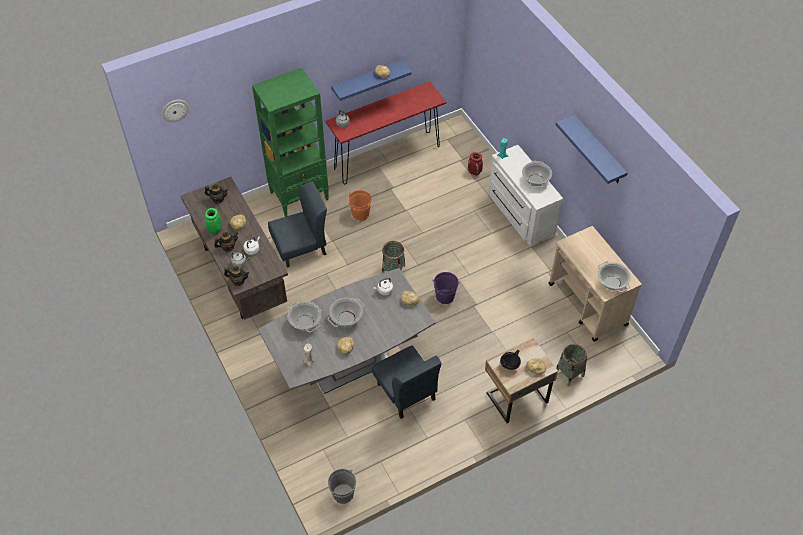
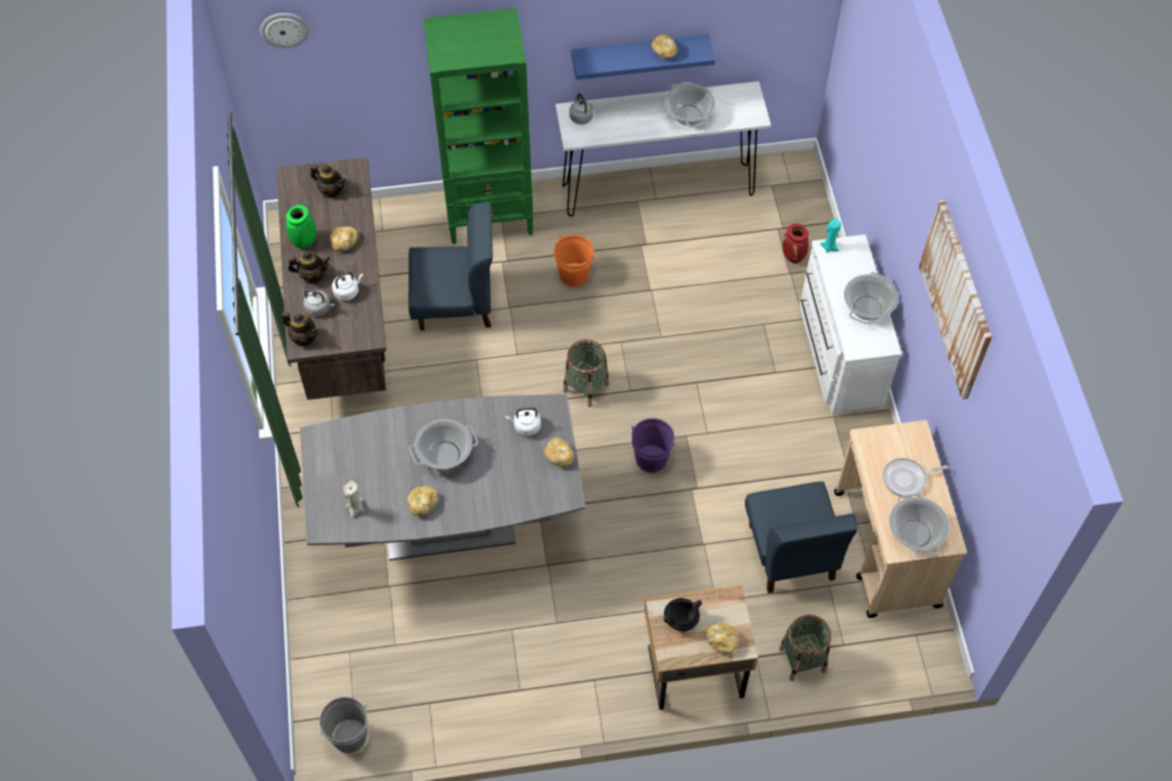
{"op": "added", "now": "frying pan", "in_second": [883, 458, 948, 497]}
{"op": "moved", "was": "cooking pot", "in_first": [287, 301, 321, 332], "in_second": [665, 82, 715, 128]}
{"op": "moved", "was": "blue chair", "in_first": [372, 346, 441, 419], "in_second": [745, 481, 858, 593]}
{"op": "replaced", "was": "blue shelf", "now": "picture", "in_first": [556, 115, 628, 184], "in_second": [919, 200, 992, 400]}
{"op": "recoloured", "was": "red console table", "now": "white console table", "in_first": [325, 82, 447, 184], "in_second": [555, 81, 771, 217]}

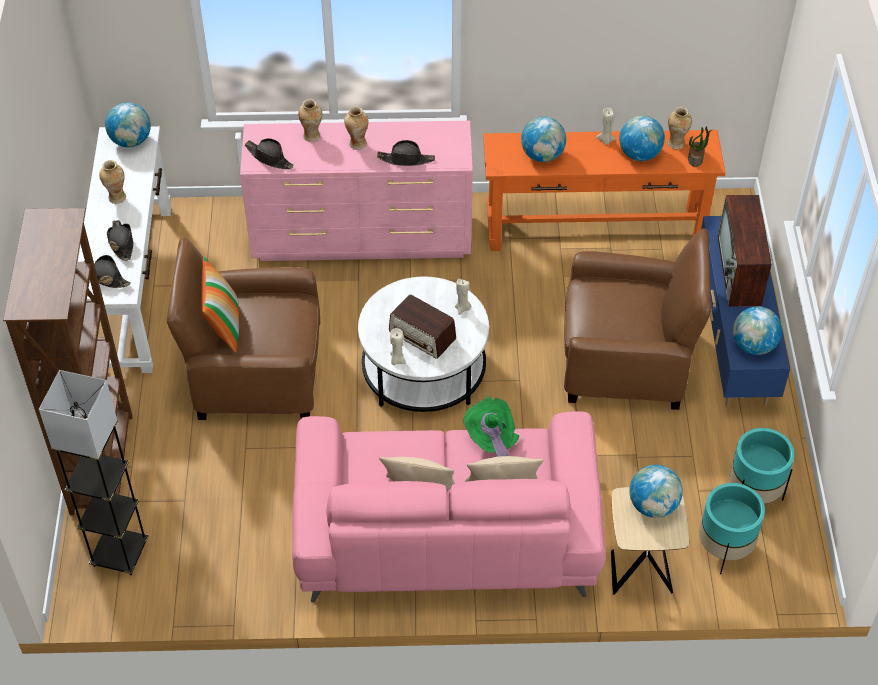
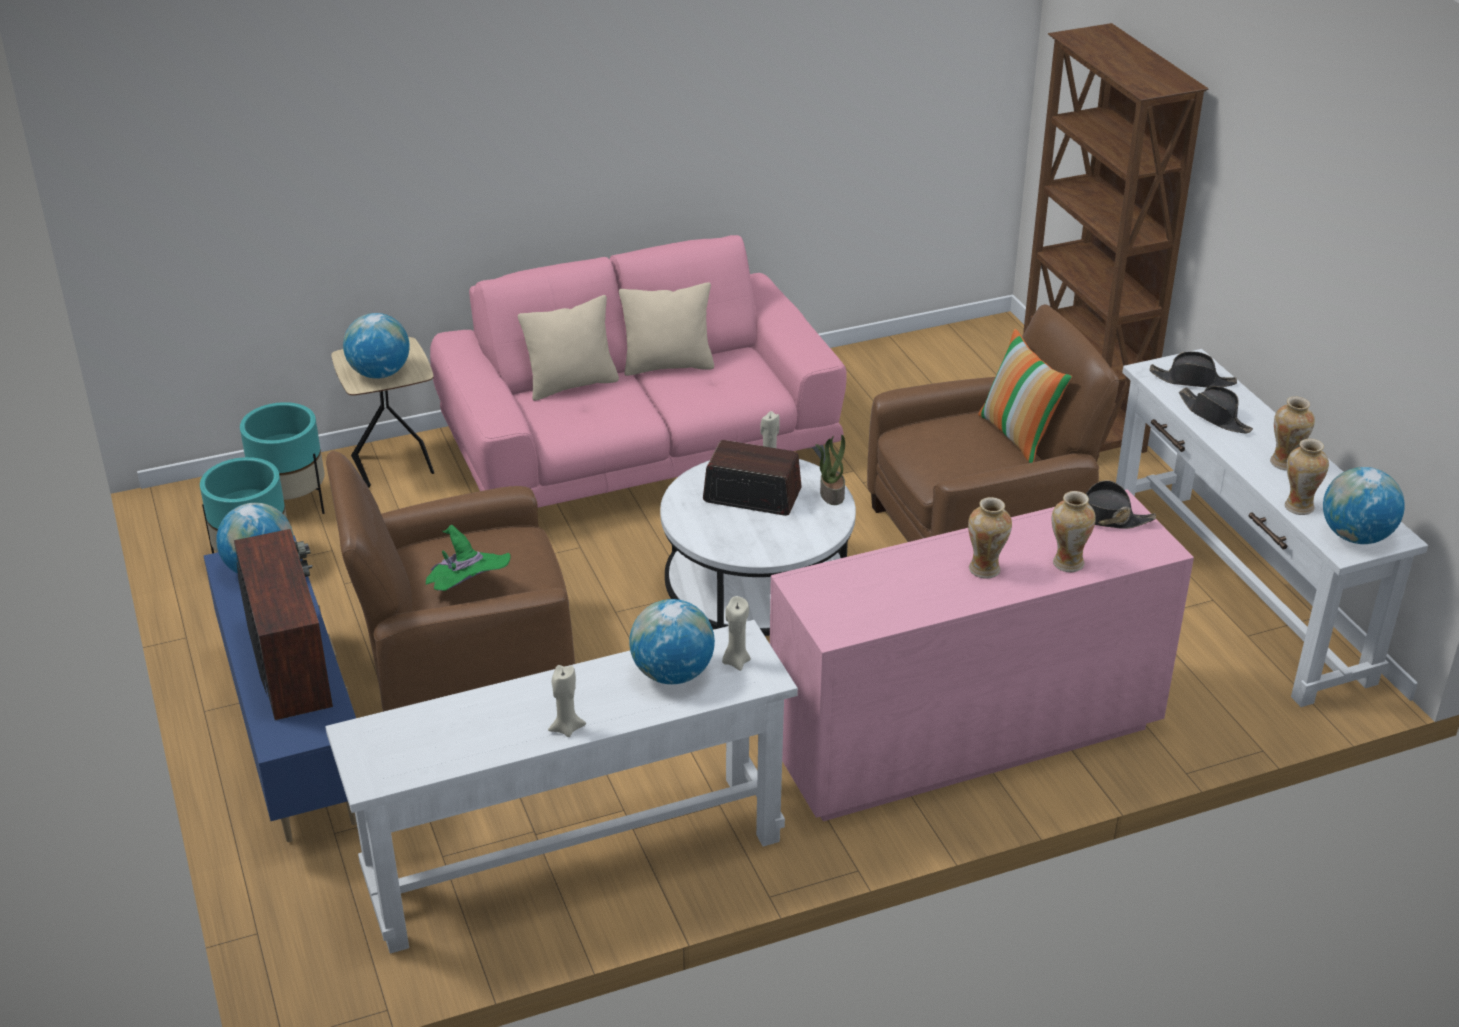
{"op": "removed", "was": "grey floor lamp", "in_first": [39, 370, 149, 575]}
{"op": "removed", "was": "black hat", "in_first": [377, 140, 435, 166]}
{"op": "removed", "was": "globe", "in_first": [619, 116, 665, 161]}
{"op": "moved", "was": "beige candle", "in_first": [455, 279, 471, 315], "in_second": [722, 596, 751, 671]}
{"op": "moved", "was": "green hat", "in_first": [463, 396, 519, 457], "in_second": [426, 525, 511, 591]}
{"op": "moved", "was": "vase", "in_first": [668, 107, 692, 149], "in_second": [1285, 439, 1329, 515]}
{"op": "moved", "was": "potted plant", "in_first": [688, 126, 712, 167], "in_second": [816, 435, 845, 505]}
{"op": "recoloured", "was": "orange console table", "now": "white console table", "in_first": [483, 130, 726, 251], "in_second": [325, 620, 798, 954]}

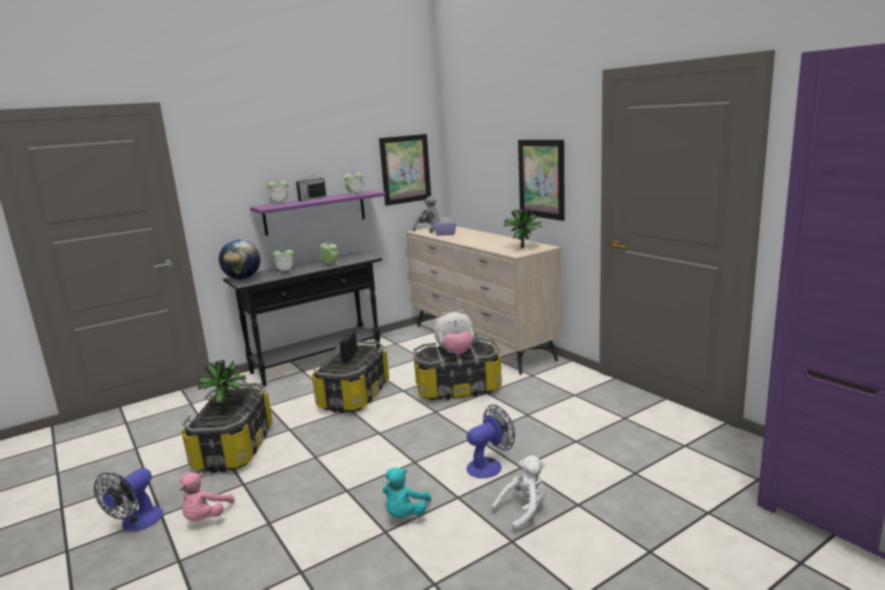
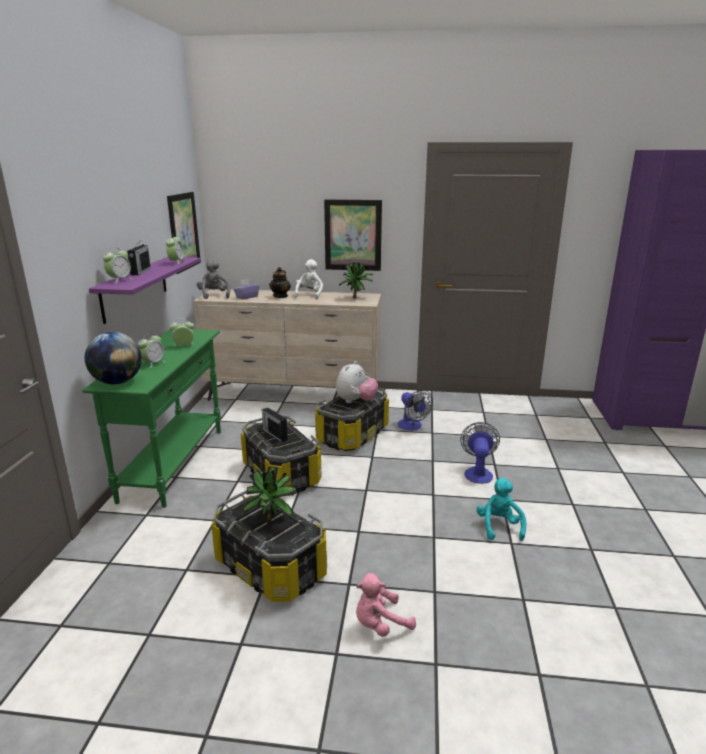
{"op": "added", "now": "teapot", "in_second": [269, 267, 291, 298]}
{"op": "moved", "was": "fan", "in_first": [94, 468, 163, 532], "in_second": [398, 390, 433, 431]}
{"op": "moved", "was": "white plush toy", "in_first": [491, 455, 546, 532], "in_second": [294, 259, 323, 300]}
{"op": "recoloured", "was": "black console table", "now": "green console table", "in_first": [223, 251, 382, 386], "in_second": [82, 329, 221, 508]}
{"op": "turned", "was": "pink plush toy", "in_first": [179, 472, 235, 521], "in_second": [356, 573, 416, 637], "clockwise": 105}
{"op": "turned", "was": "turquoise plush toy", "in_first": [383, 467, 432, 518], "in_second": [476, 478, 526, 541], "clockwise": -150}

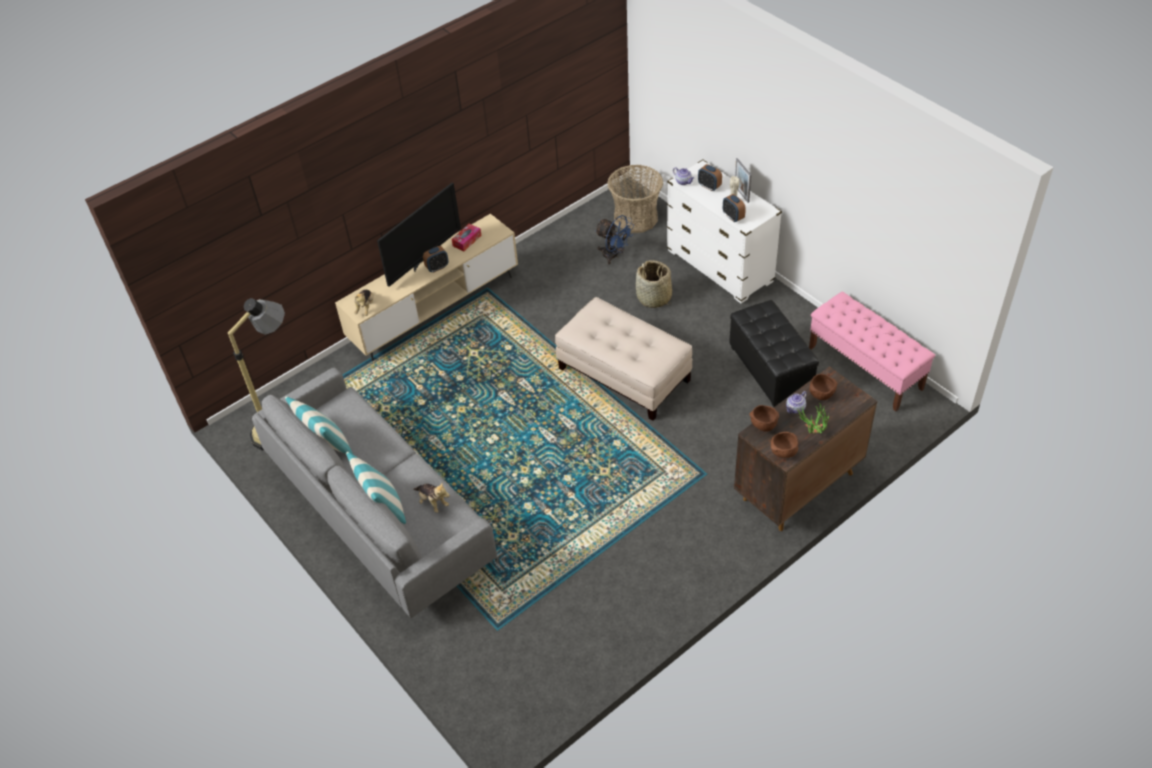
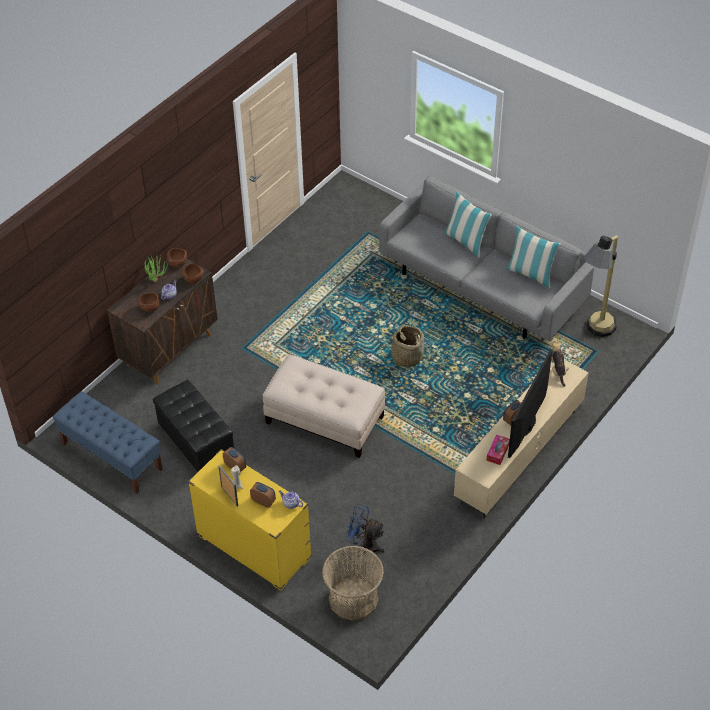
{"op": "removed", "was": "plush toy", "in_first": [413, 482, 450, 513]}
{"op": "moved", "was": "basket", "in_first": [636, 260, 672, 308], "in_second": [390, 325, 424, 367]}
{"op": "recoloured", "was": "white dresser", "now": "yellow dresser", "in_first": [667, 160, 782, 304], "in_second": [188, 449, 312, 591]}
{"op": "recoloured", "was": "pink bench", "now": "blue bench", "in_first": [809, 292, 935, 411], "in_second": [53, 391, 163, 494]}

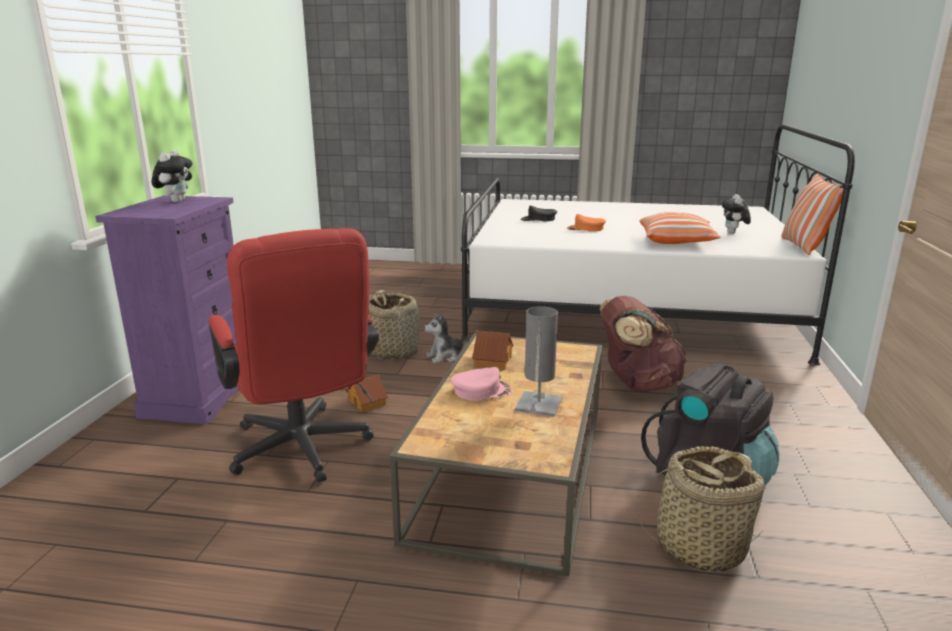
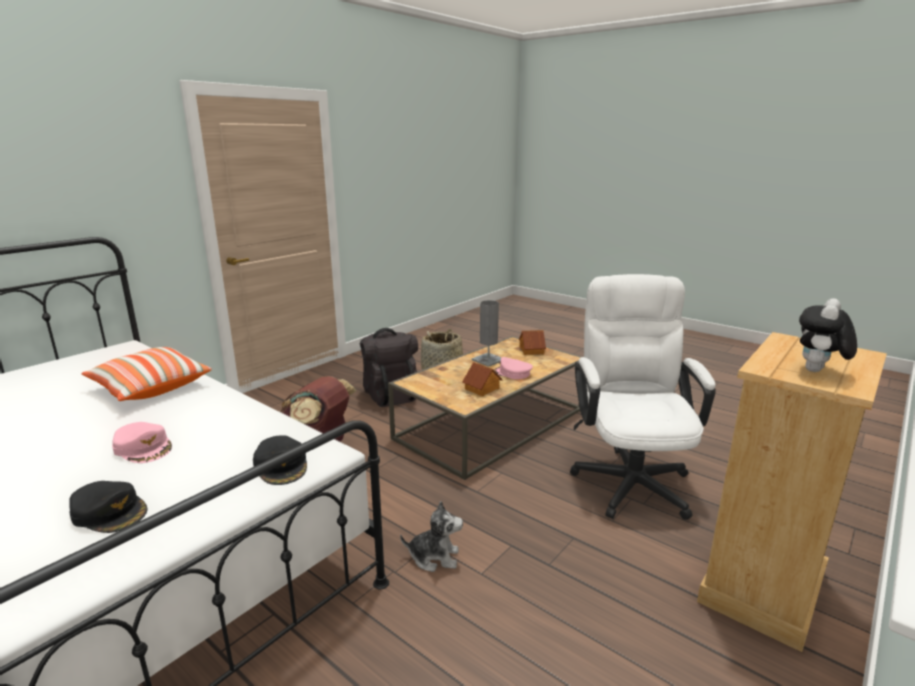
{"op": "removed", "was": "basket", "in_first": [368, 290, 420, 360]}
{"op": "removed", "was": "plush toy", "in_first": [722, 194, 751, 234]}
{"op": "removed", "was": "pillow", "in_first": [782, 173, 844, 255]}
{"op": "added", "now": "black cap", "in_second": [253, 435, 307, 485]}
{"op": "moved", "was": "toy house", "in_first": [346, 374, 388, 412], "in_second": [519, 330, 546, 355]}
{"op": "recoloured", "was": "purple dresser", "now": "beige dresser", "in_first": [95, 195, 239, 424], "in_second": [697, 332, 887, 652]}
{"op": "recoloured", "was": "red office chair", "now": "white office chair", "in_first": [209, 228, 379, 482], "in_second": [570, 274, 716, 520]}
{"op": "recoloured", "was": "orange cap", "now": "pink cap", "in_first": [567, 214, 606, 232], "in_second": [112, 422, 172, 463]}

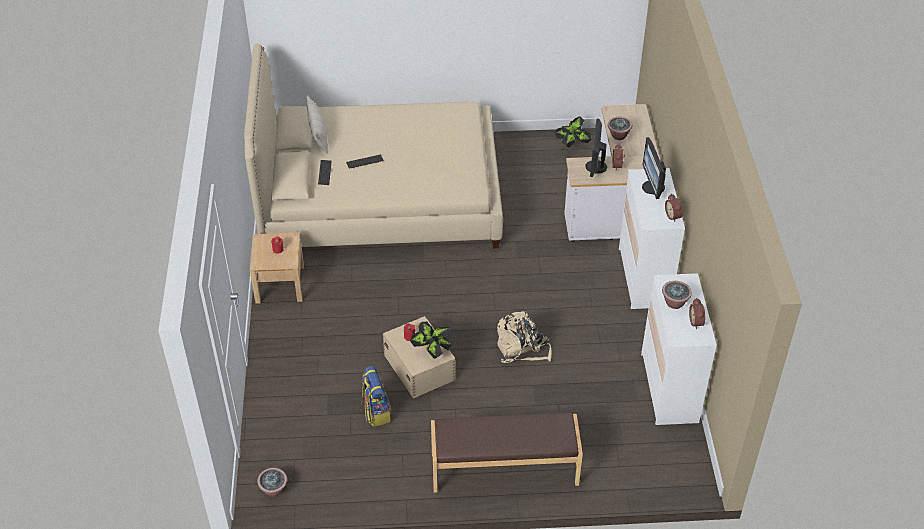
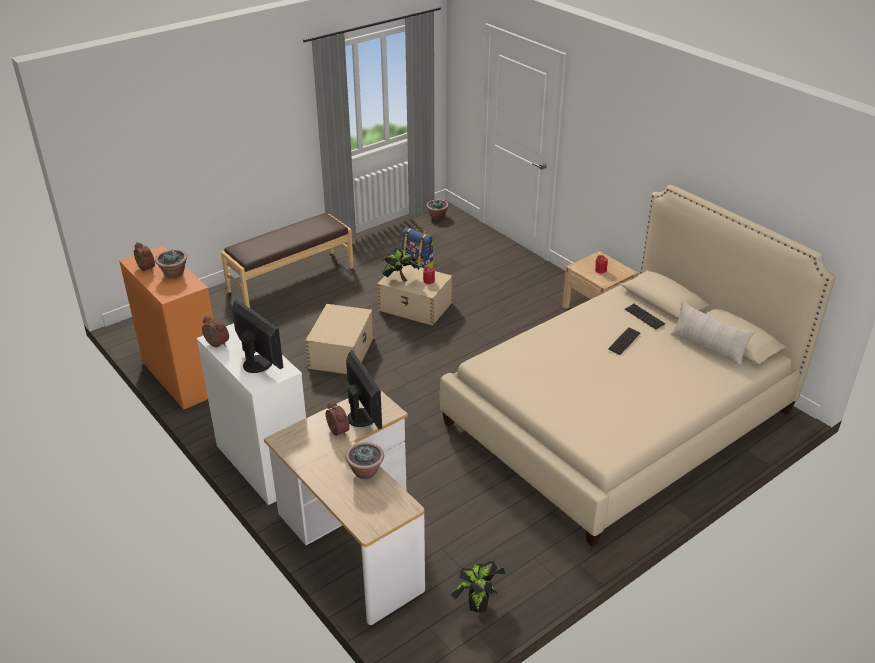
{"op": "replaced", "was": "beige backpack", "now": "beige storage box", "in_first": [497, 311, 551, 363], "in_second": [305, 304, 374, 374]}
{"op": "recoloured", "was": "white dresser", "now": "orange dresser", "in_first": [641, 273, 717, 425], "in_second": [119, 246, 213, 410]}

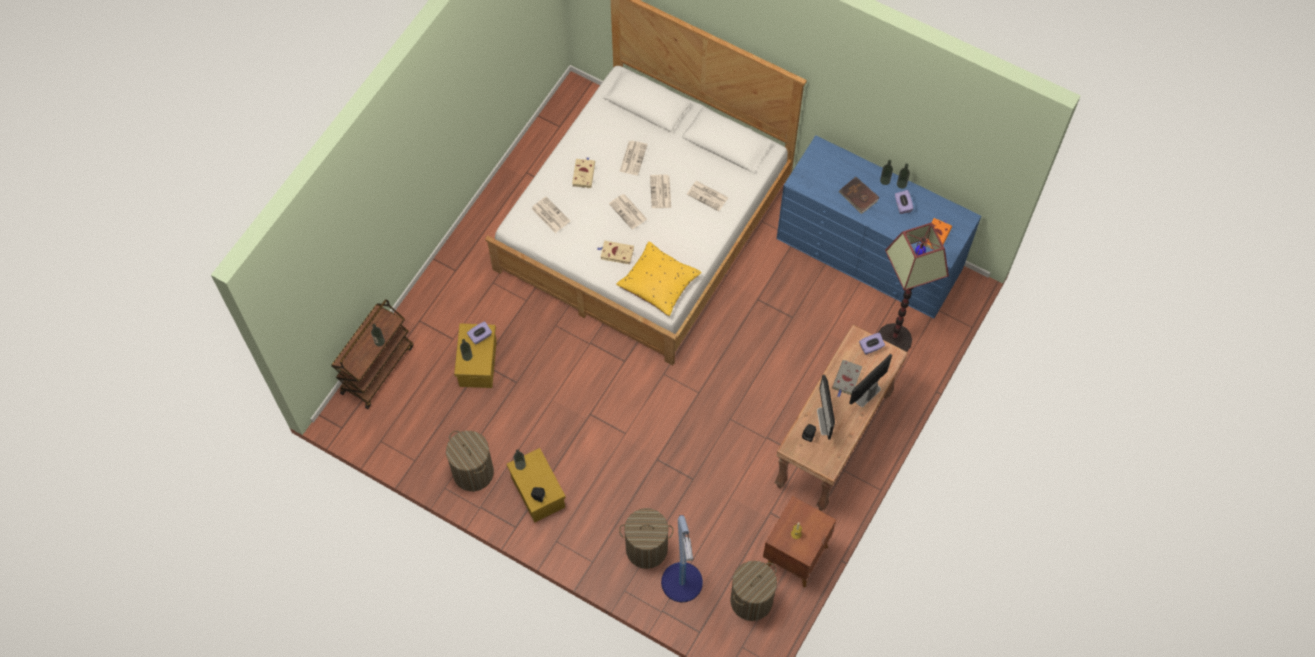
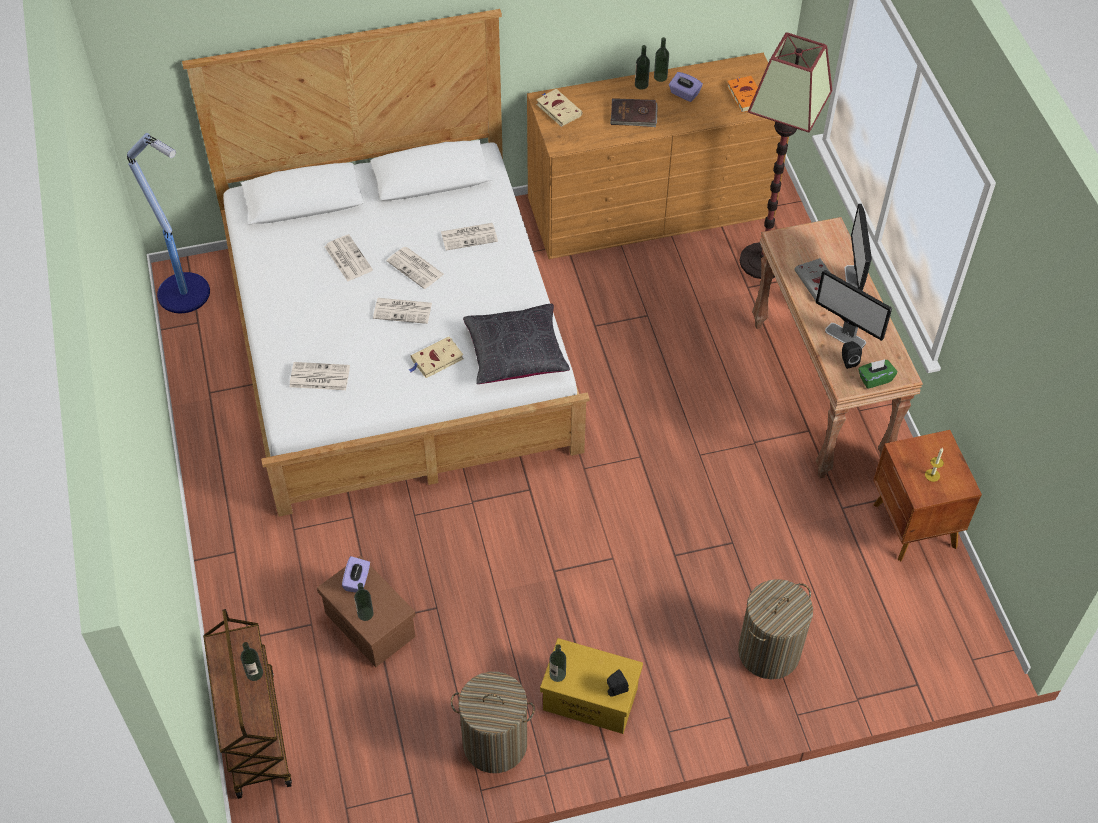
{"op": "removed", "was": "laundry basket", "in_first": [730, 561, 777, 621]}
{"op": "removed", "was": "purple tissue box", "in_first": [859, 333, 885, 355]}
{"op": "added", "now": "green tissue box", "in_second": [858, 359, 897, 389]}
{"op": "moved", "was": "beige book", "in_first": [572, 158, 595, 188], "in_second": [536, 89, 583, 127]}
{"op": "moved", "was": "floor lamp", "in_first": [661, 515, 703, 602], "in_second": [127, 133, 210, 313]}
{"op": "recoloured", "was": "yellow storage box", "now": "brown storage box", "in_first": [454, 323, 497, 388], "in_second": [317, 556, 416, 667]}
{"op": "recoloured", "was": "yellow pillow", "now": "black pillow", "in_first": [616, 242, 702, 316], "in_second": [463, 304, 570, 384]}
{"op": "recoloured", "was": "blue dresser", "now": "brown dresser", "in_first": [777, 135, 981, 319], "in_second": [527, 53, 789, 259]}

